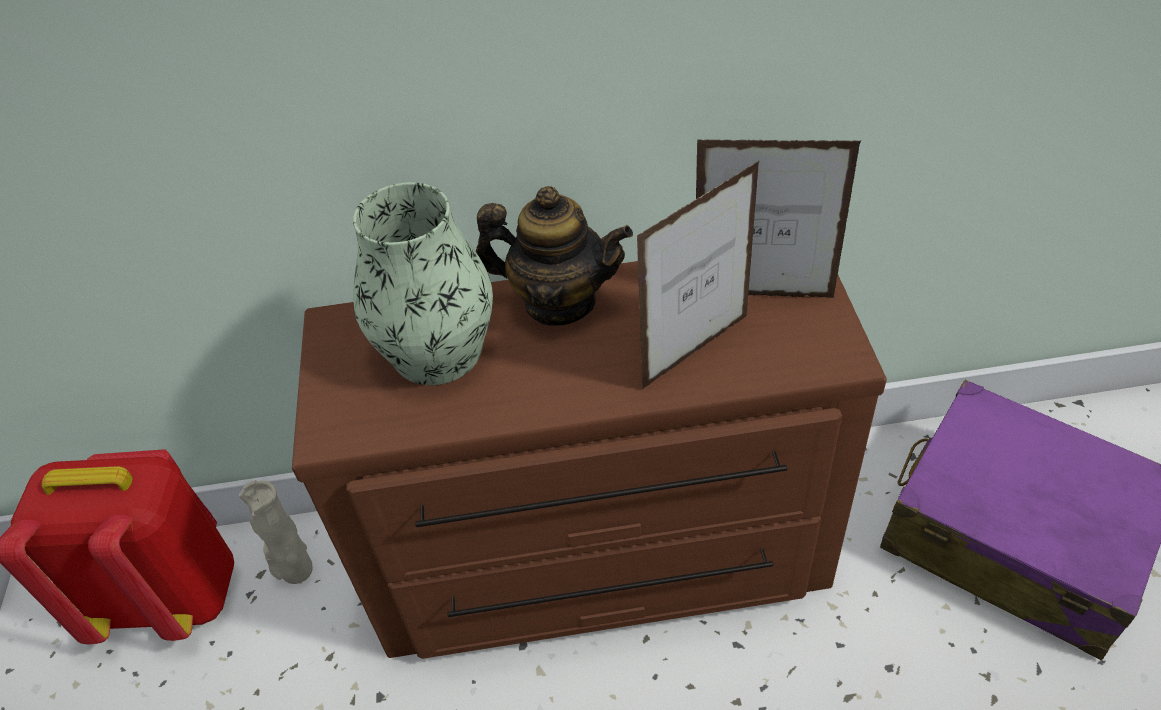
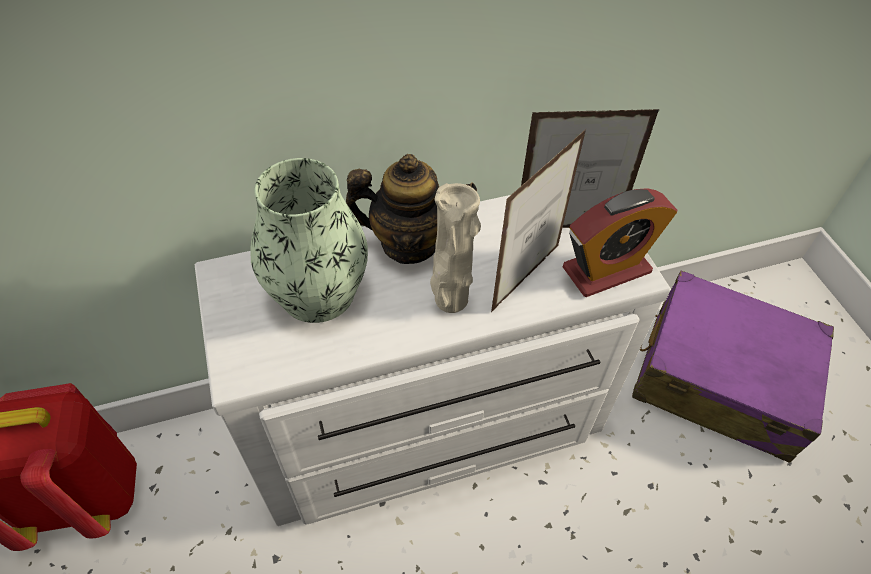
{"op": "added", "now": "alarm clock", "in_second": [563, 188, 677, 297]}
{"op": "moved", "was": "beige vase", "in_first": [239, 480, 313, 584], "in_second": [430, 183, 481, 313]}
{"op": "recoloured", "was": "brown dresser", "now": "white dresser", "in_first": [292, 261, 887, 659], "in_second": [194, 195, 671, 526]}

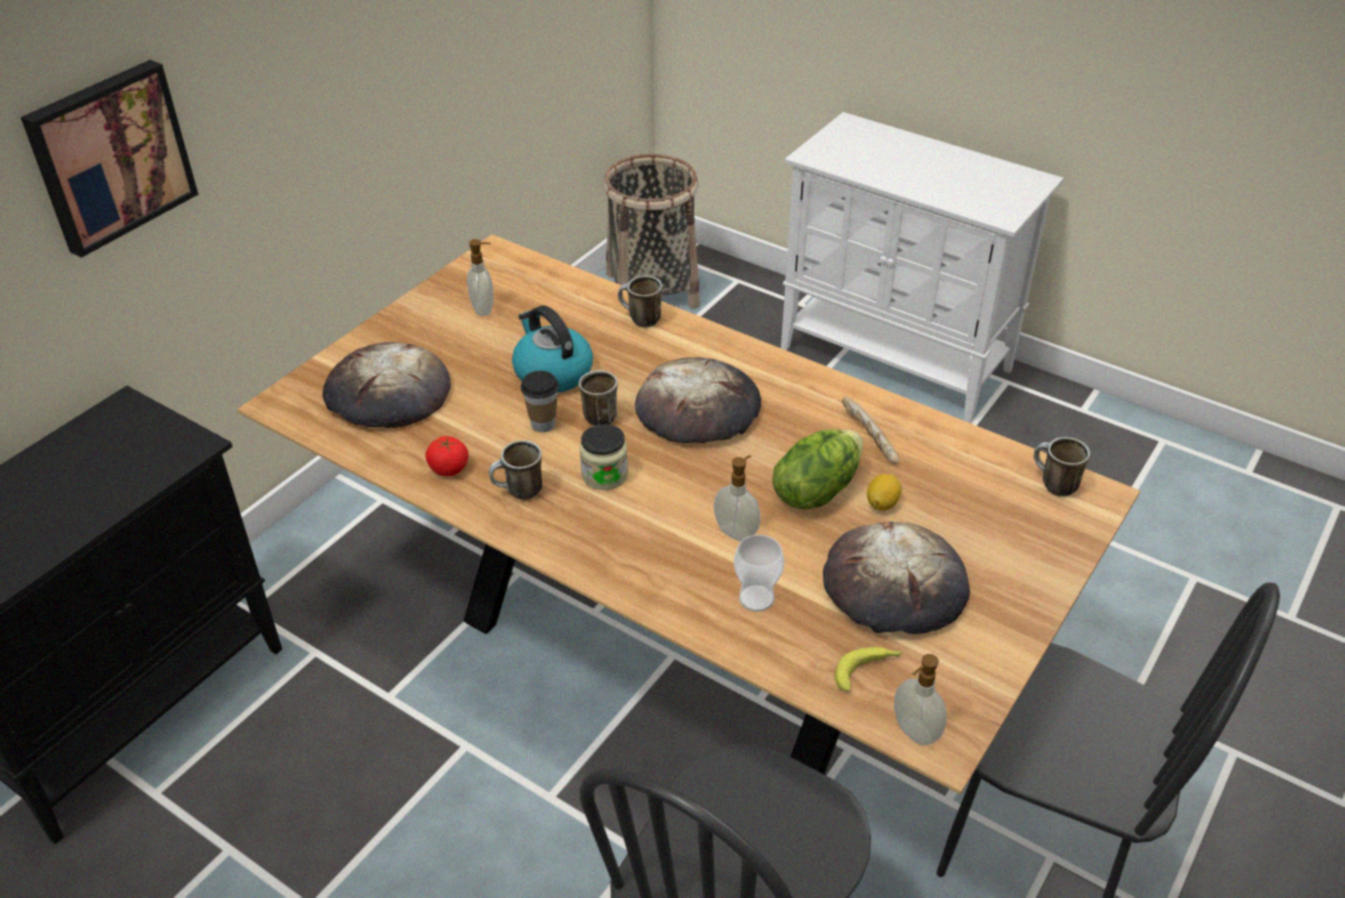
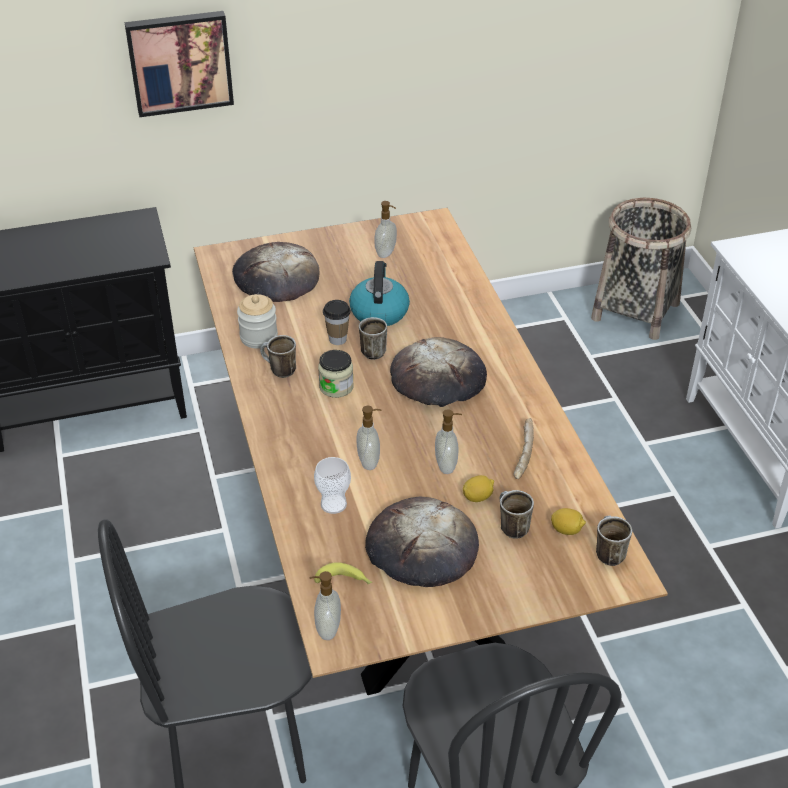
{"op": "added", "now": "lemon", "in_second": [551, 508, 586, 535]}
{"op": "moved", "was": "mug", "in_first": [618, 275, 662, 328], "in_second": [500, 490, 534, 538]}
{"op": "replaced", "was": "tomato", "now": "jar", "in_first": [425, 436, 468, 476], "in_second": [237, 294, 278, 349]}
{"op": "replaced", "was": "lettuce", "now": "soap dispenser", "in_first": [772, 429, 863, 510], "in_second": [435, 409, 462, 474]}

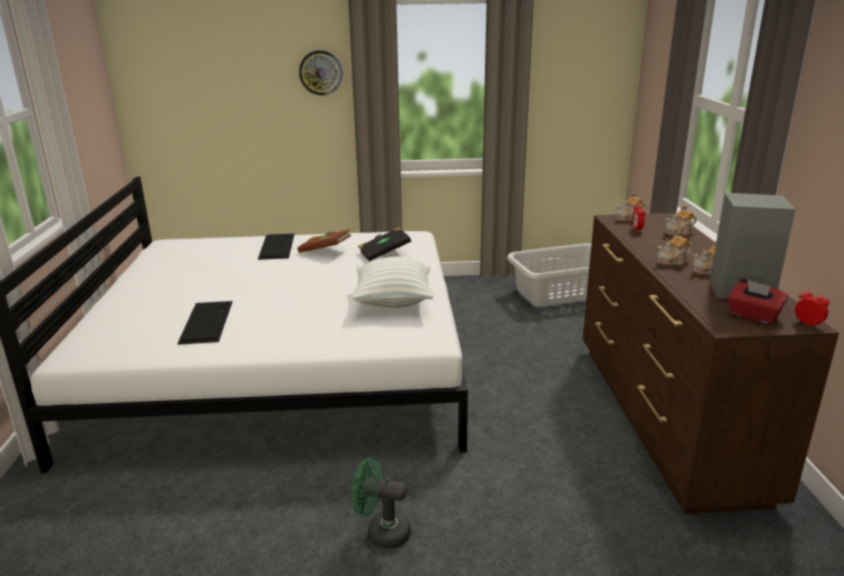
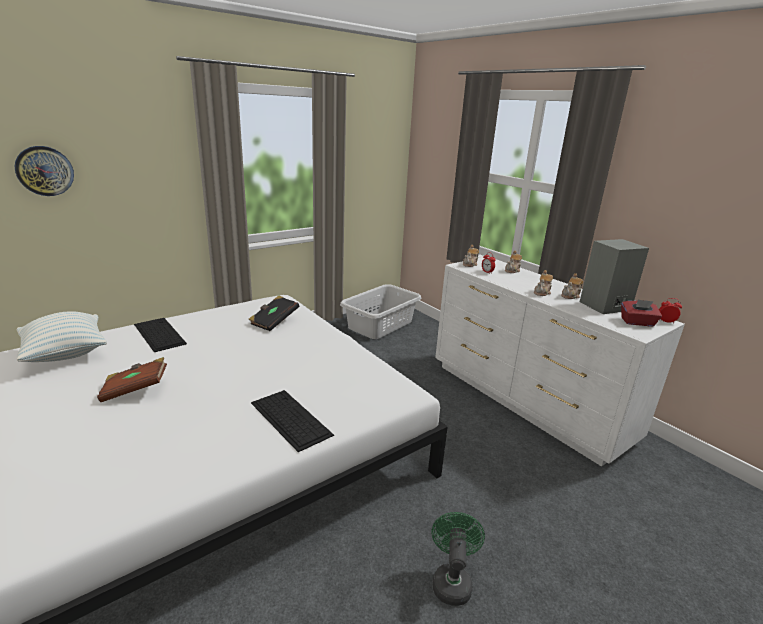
{"op": "moved", "was": "keyboard", "in_first": [177, 301, 232, 345], "in_second": [251, 390, 334, 452]}
{"op": "moved", "was": "brown book", "in_first": [297, 229, 351, 253], "in_second": [97, 357, 167, 402]}
{"op": "moved", "was": "wall clock", "in_first": [299, 50, 342, 95], "in_second": [15, 146, 74, 196]}
{"op": "moved", "was": "pillow", "in_first": [352, 257, 433, 308], "in_second": [17, 311, 107, 362]}
{"op": "recoloured", "was": "brown dresser", "now": "white dresser", "in_first": [583, 213, 839, 514], "in_second": [435, 257, 685, 466]}
{"op": "turned", "was": "green fan", "in_first": [351, 457, 411, 548], "in_second": [432, 512, 485, 606], "clockwise": 120}

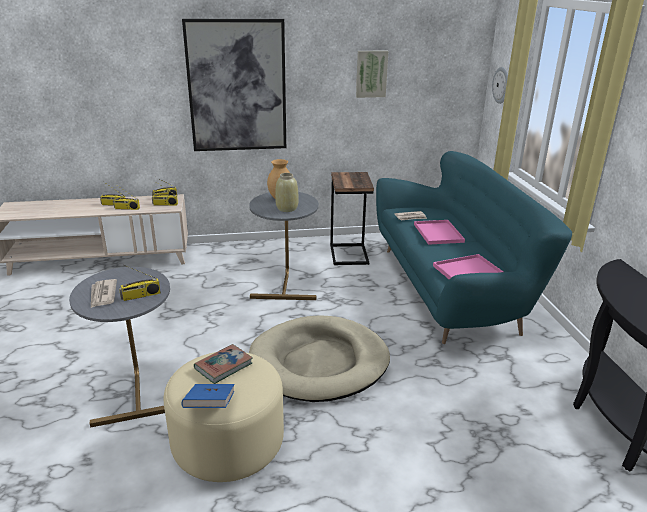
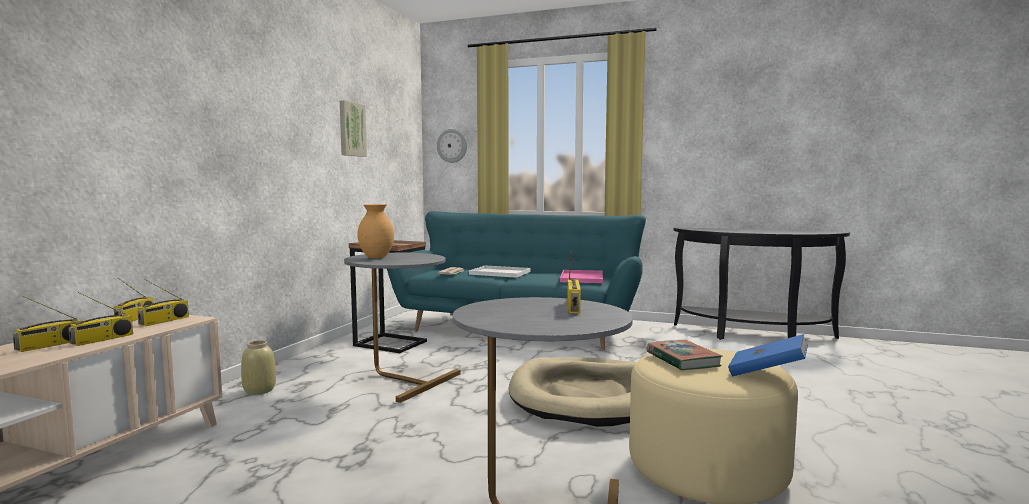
{"op": "removed", "was": "newspaper", "in_first": [91, 279, 117, 308]}
{"op": "removed", "was": "picture", "in_first": [182, 19, 286, 151]}
{"op": "moved", "was": "beige vase", "in_first": [275, 173, 299, 212], "in_second": [241, 340, 276, 395]}
{"op": "recoloured", "was": "pink tray", "now": "white tray", "in_first": [414, 220, 465, 245], "in_second": [469, 266, 531, 278]}

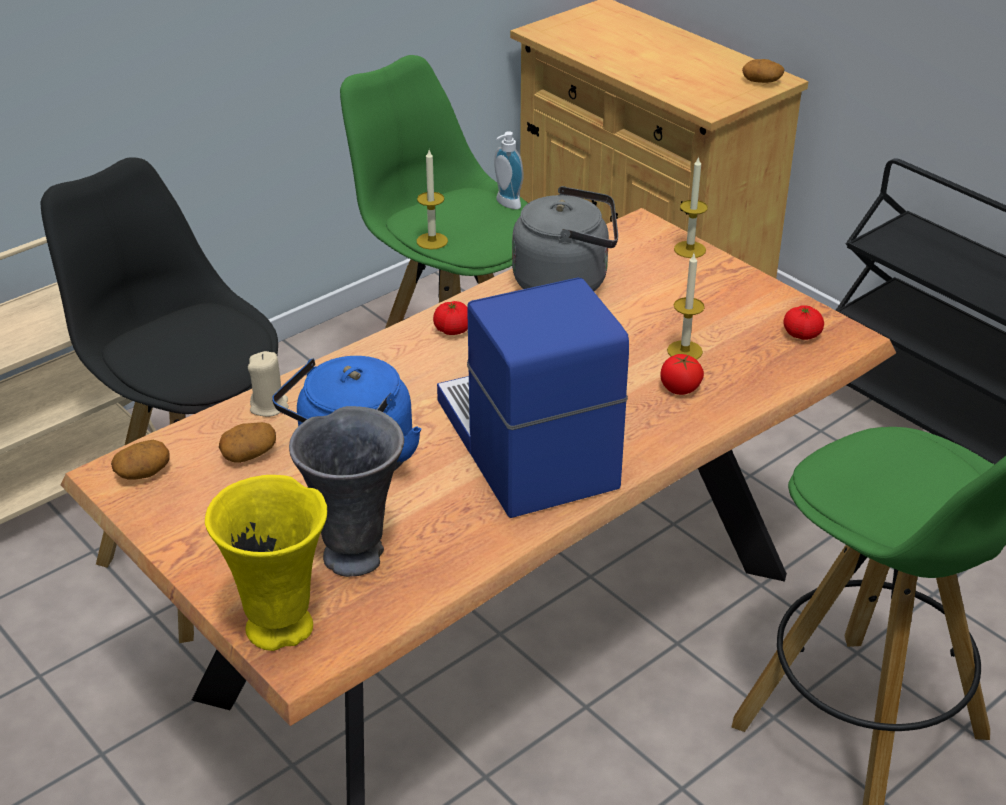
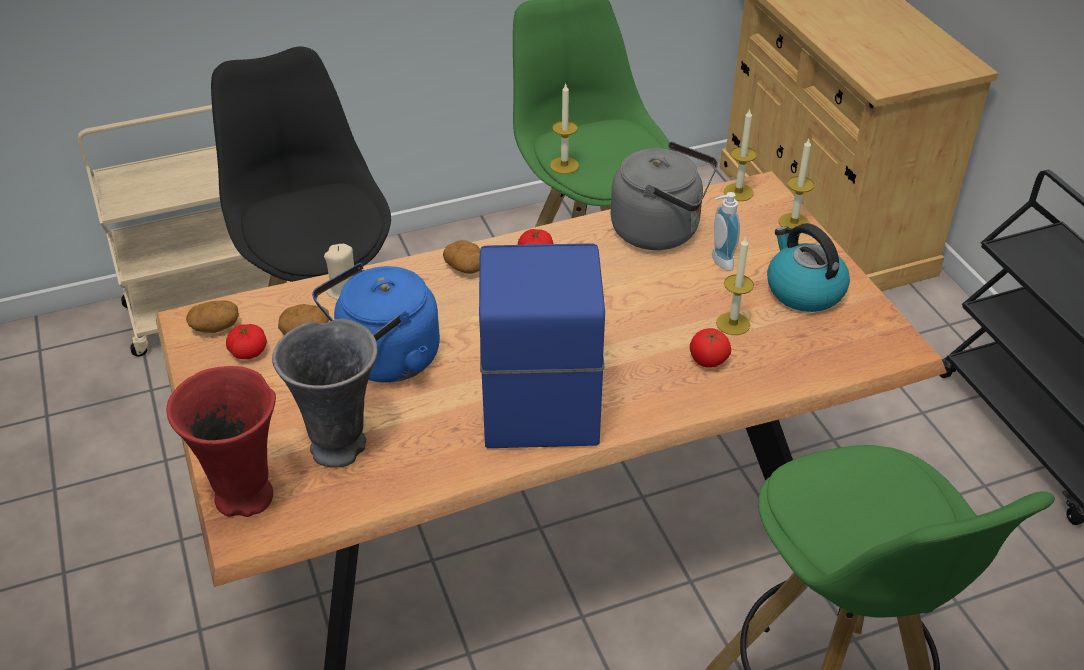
{"op": "added", "now": "candle", "in_second": [724, 109, 757, 201]}
{"op": "added", "now": "kettle", "in_second": [767, 223, 850, 312]}
{"op": "moved", "was": "soap dispenser", "in_first": [494, 131, 524, 209], "in_second": [712, 192, 740, 271]}
{"op": "moved", "was": "potato", "in_first": [742, 59, 785, 83], "in_second": [443, 240, 480, 274]}
{"op": "moved", "was": "tomato", "in_first": [783, 305, 824, 340], "in_second": [226, 324, 267, 359]}
{"op": "recoloured", "was": "yellow vase", "now": "red vase", "in_first": [205, 475, 327, 651], "in_second": [166, 366, 276, 517]}

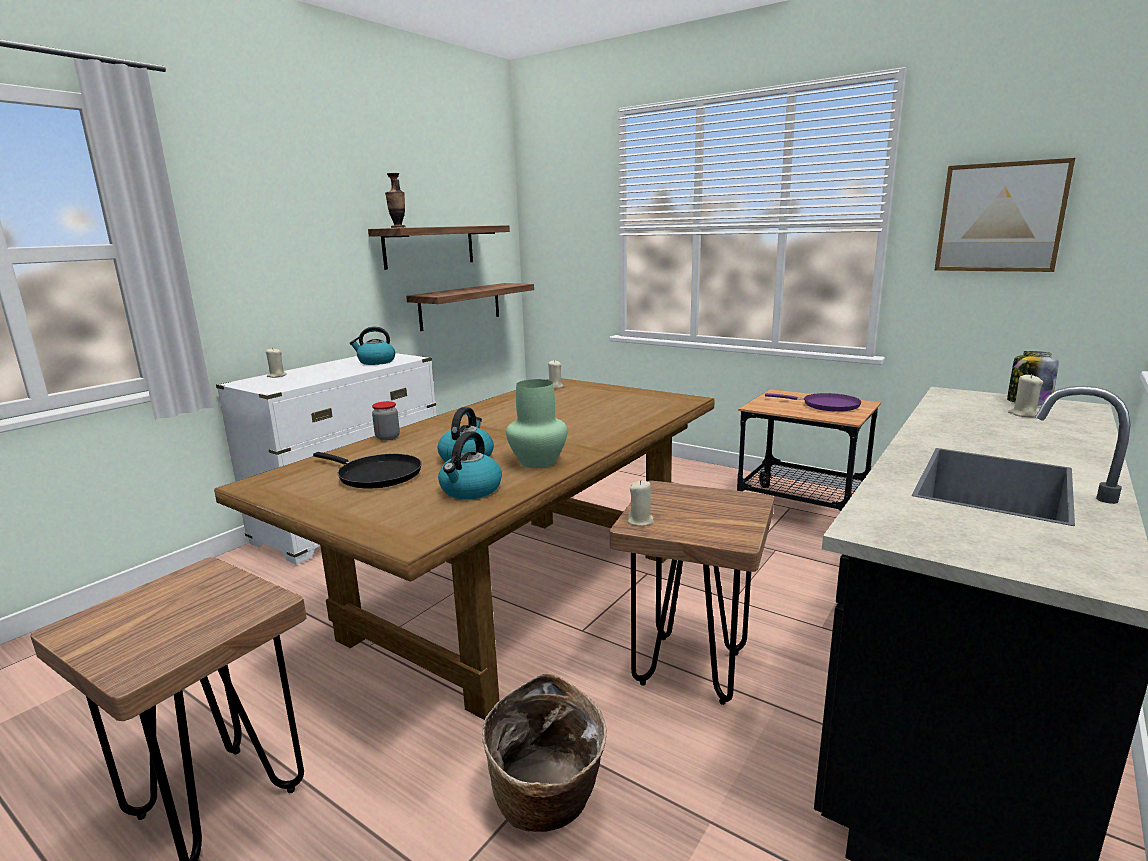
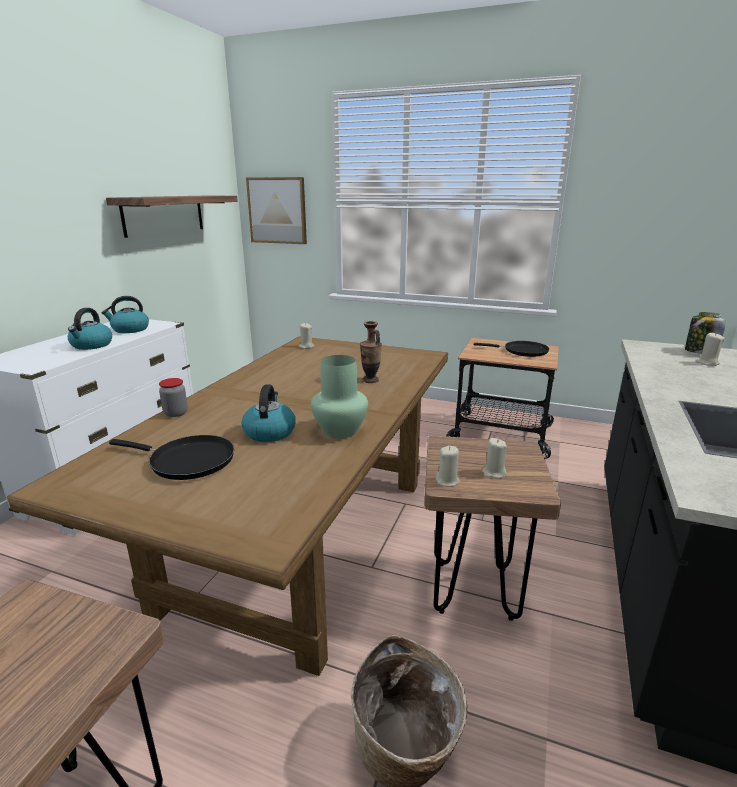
{"op": "removed", "was": "shelf", "in_first": [406, 283, 534, 331]}
{"op": "moved", "was": "beige candle", "in_first": [266, 348, 287, 378], "in_second": [482, 438, 507, 479]}
{"op": "moved", "was": "vase", "in_first": [385, 173, 406, 228], "in_second": [360, 321, 382, 383]}
{"op": "moved", "was": "kettle", "in_first": [438, 431, 502, 499], "in_second": [68, 308, 112, 350]}
{"op": "moved", "was": "picture", "in_first": [935, 158, 1075, 272], "in_second": [246, 177, 307, 244]}
{"op": "recoloured", "was": "purple frying pan", "now": "black frying pan", "in_first": [765, 393, 861, 412], "in_second": [474, 341, 549, 357]}

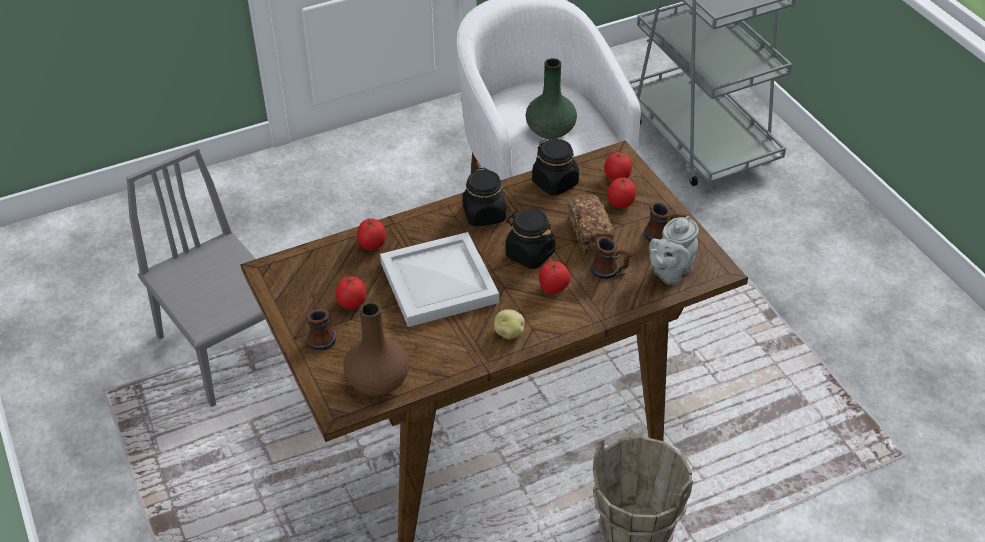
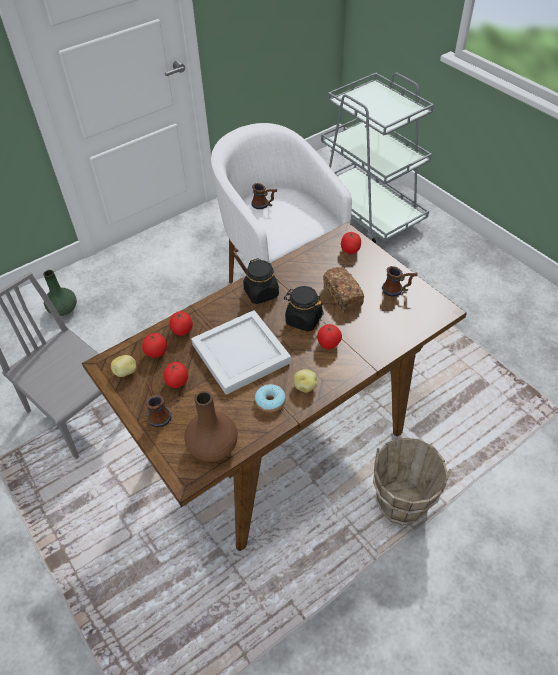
{"op": "removed", "was": "black jar", "in_first": [532, 138, 579, 196]}
{"op": "removed", "was": "grey teapot", "in_first": [649, 216, 699, 285]}
{"op": "added", "now": "potato", "in_second": [111, 355, 136, 377]}
{"op": "added", "now": "donut", "in_second": [255, 384, 286, 413]}
{"op": "moved", "was": "green vase", "in_first": [526, 58, 577, 139], "in_second": [43, 270, 77, 316]}
{"op": "moved", "was": "mug", "in_first": [590, 236, 636, 279], "in_second": [252, 183, 277, 209]}
{"op": "moved", "was": "tomato", "in_first": [607, 177, 636, 208], "in_second": [142, 333, 167, 358]}

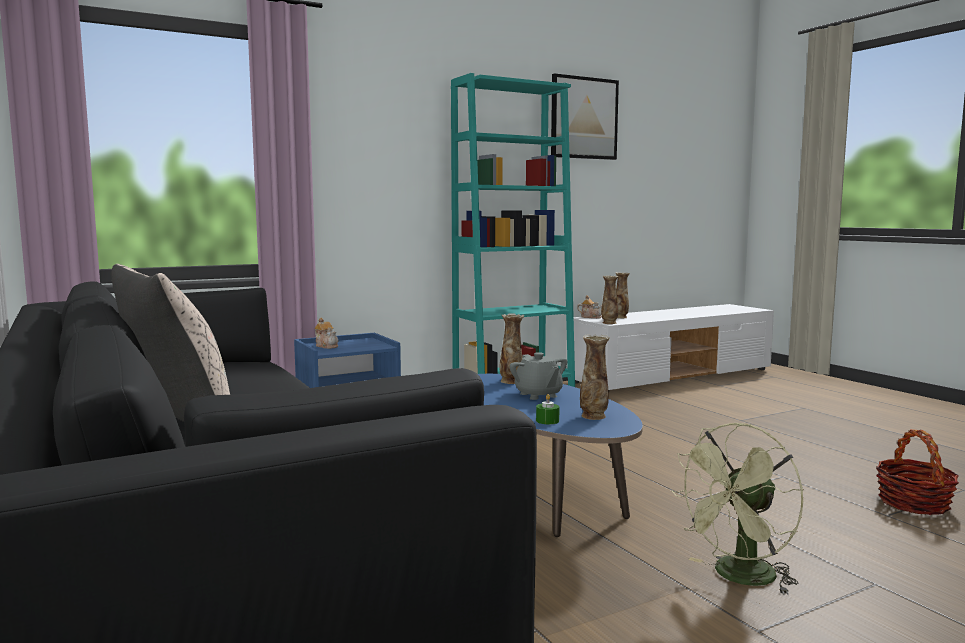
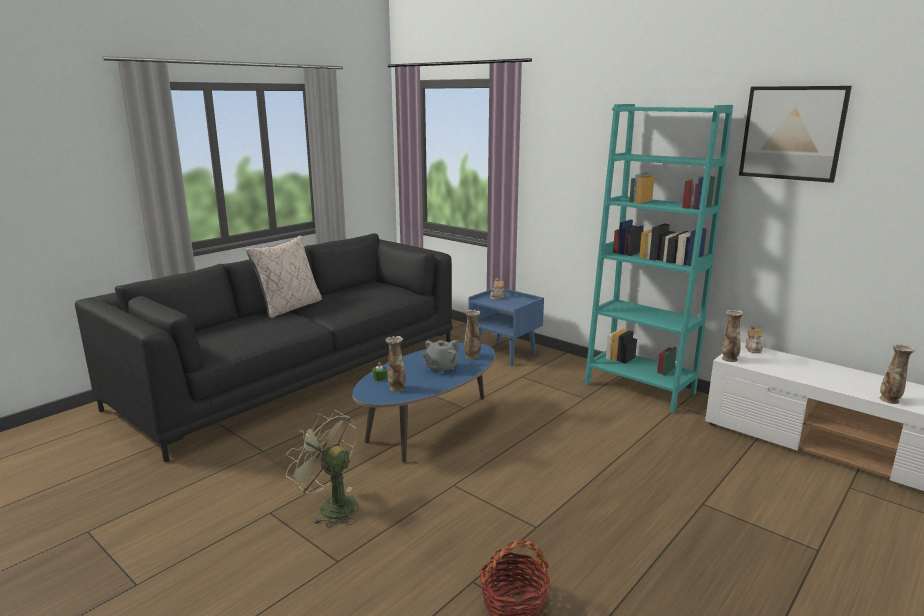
{"op": "moved", "was": "vase", "in_first": [615, 272, 630, 318], "in_second": [879, 344, 916, 404]}

